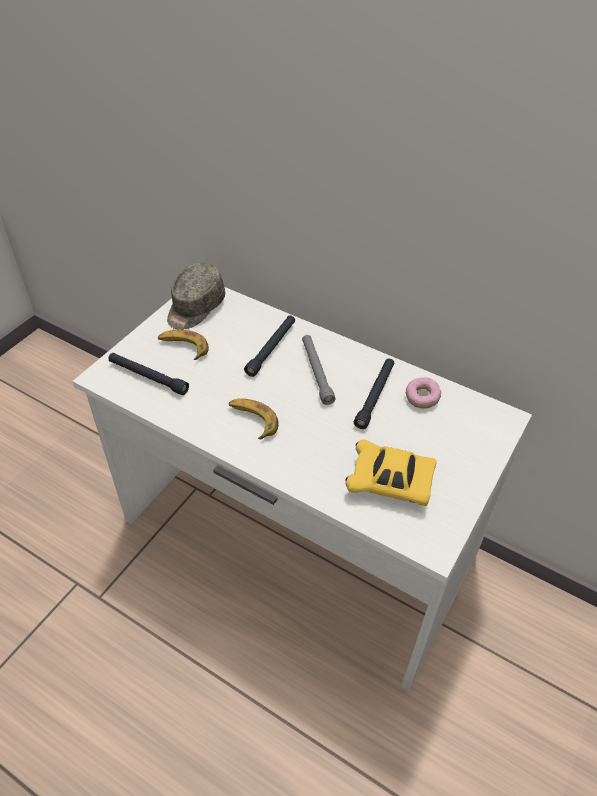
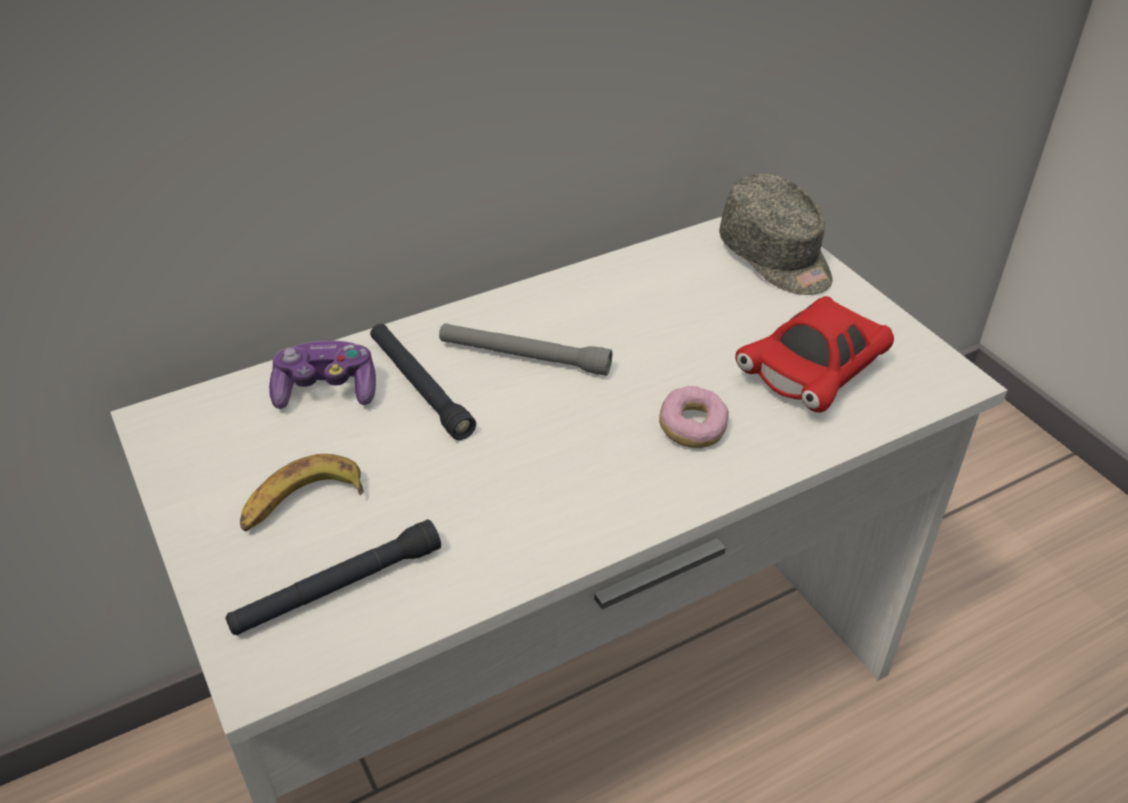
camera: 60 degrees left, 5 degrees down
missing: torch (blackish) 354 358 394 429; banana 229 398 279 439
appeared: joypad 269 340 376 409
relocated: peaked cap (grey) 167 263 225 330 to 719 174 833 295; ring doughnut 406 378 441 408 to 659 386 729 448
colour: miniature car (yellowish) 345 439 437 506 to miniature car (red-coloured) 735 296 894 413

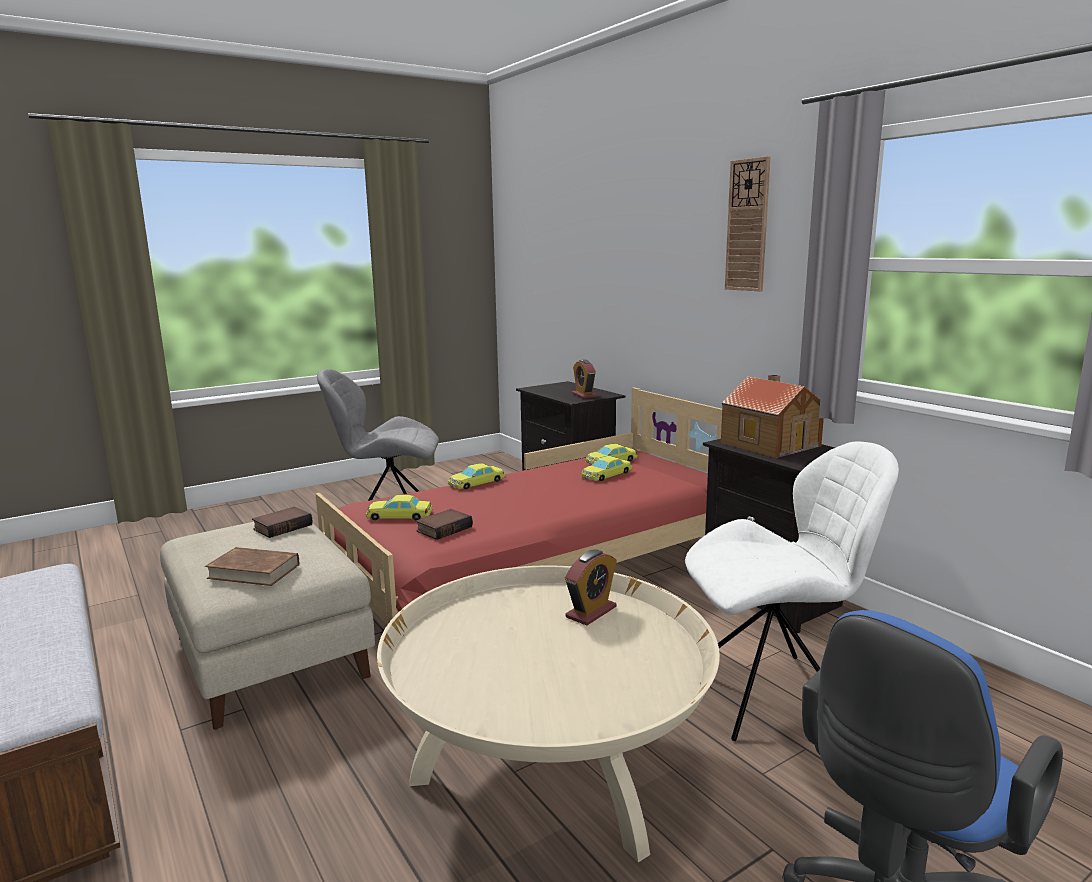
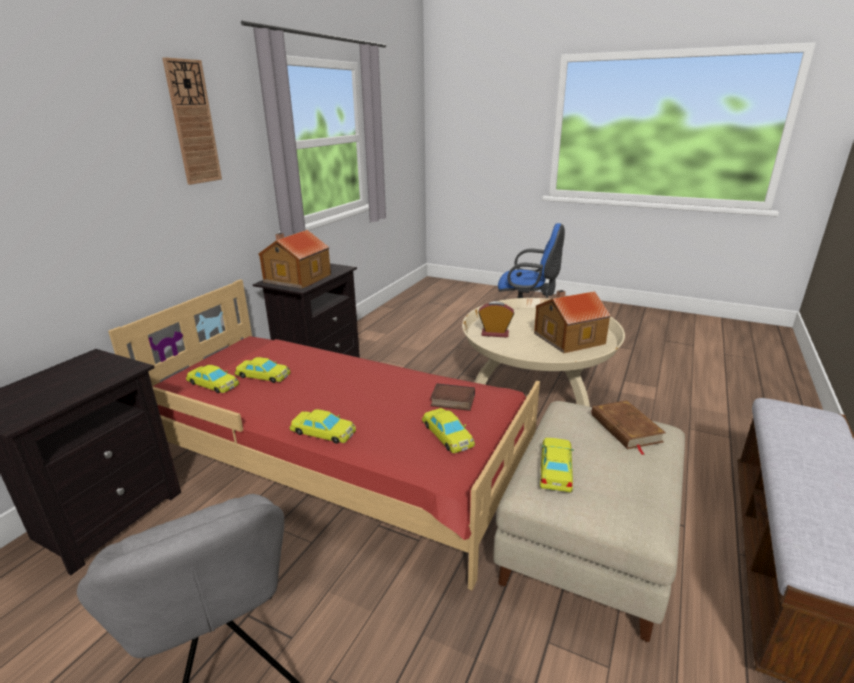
camera: 120 degrees left, 10 degrees up
missing: table clock 572 359 597 399; plain chair (white-coloured) 685 441 899 741
appeared: miniature house 534 290 611 353
exchanged: volume 252 506 313 538 to miniature car (yellowish) 540 438 574 492

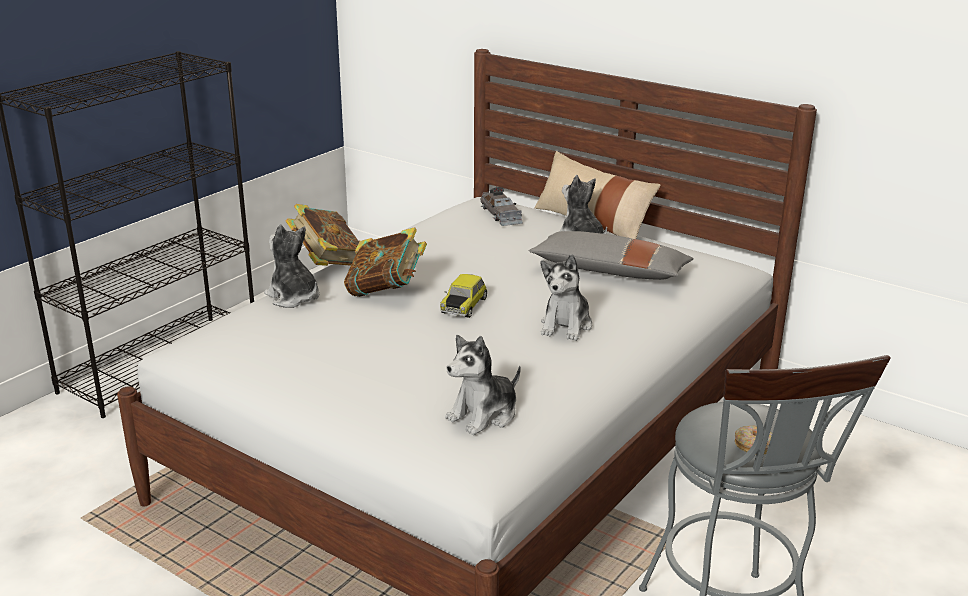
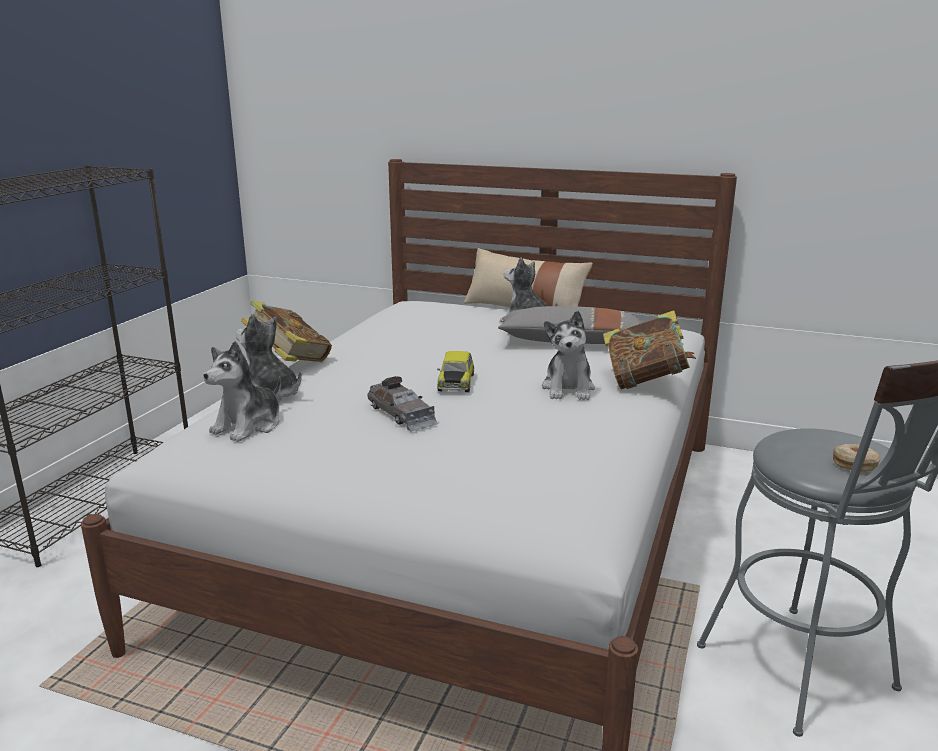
camera: 15 degrees left, 5 degrees down
relocated: miniature car (grey) 481 187 523 226 to 367 376 438 432; volume 344 227 427 297 to 603 310 696 389; plush toy 445 335 521 435 to 203 341 281 442

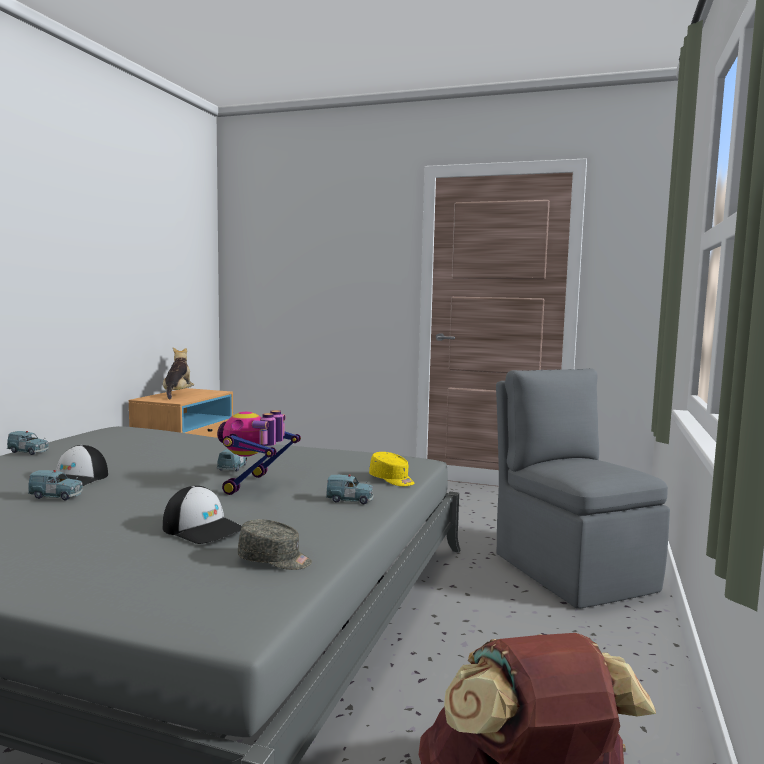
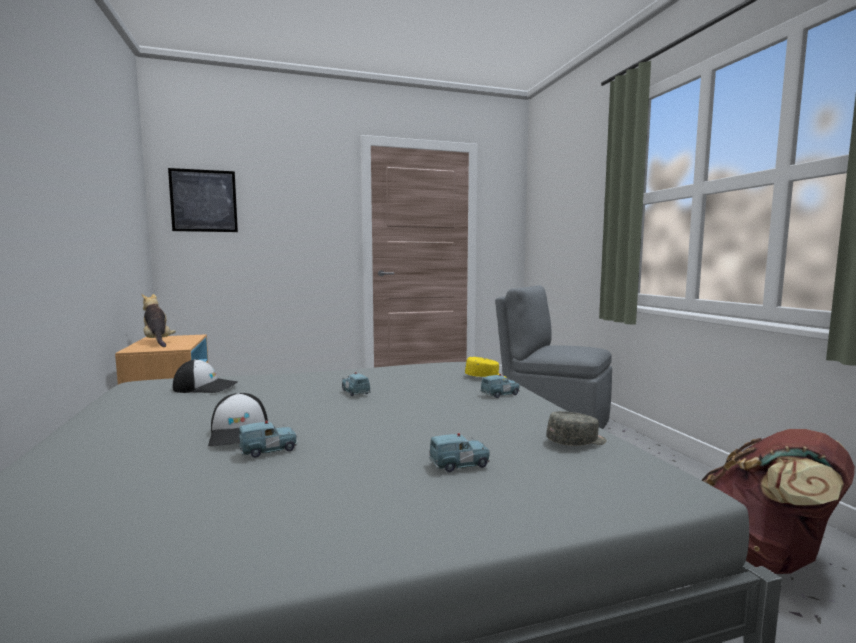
camera: 35 degrees left, 0 degrees up
missing: robot figure 217 410 301 495
appeared: wall picture 168 168 238 232
relocated: miniature car (blue) 7 431 49 455 to 429 433 490 472; peaked cap 163 486 242 544 to 173 359 238 393

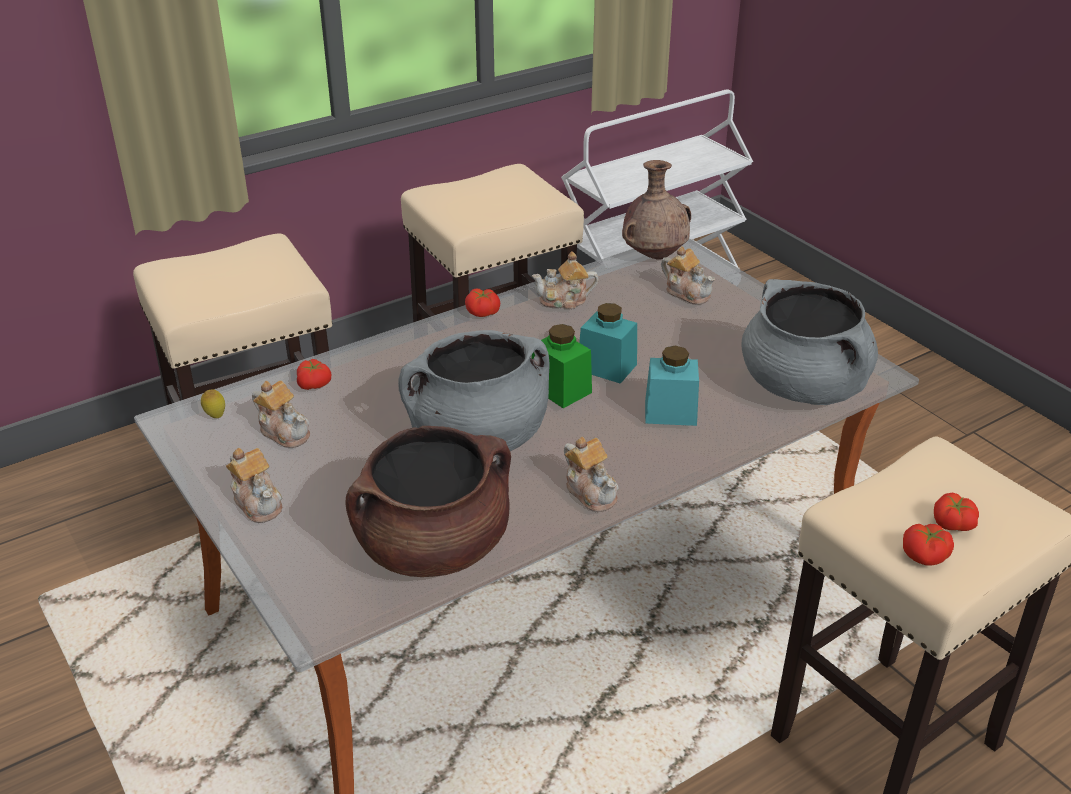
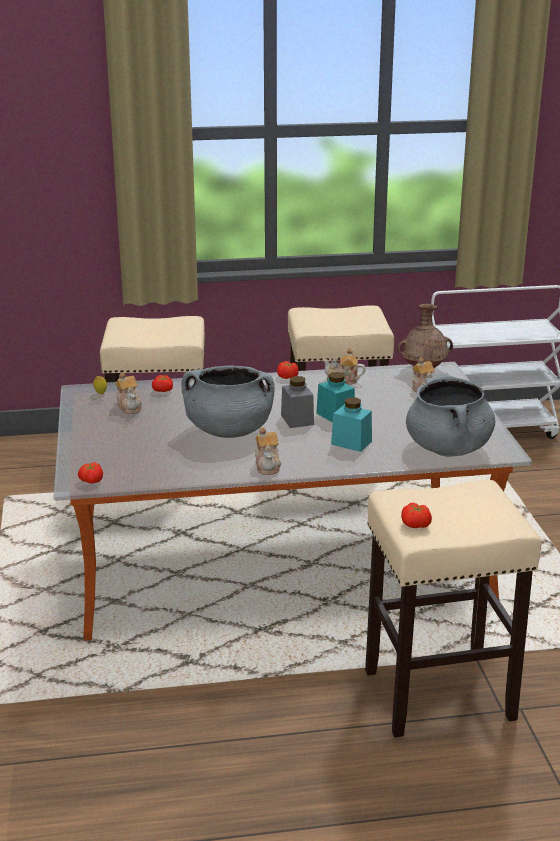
camera: 25 degrees right, 10 degrees down
missing: stockpot (brown) 345 426 511 577; pot for tea 226 448 282 523
relocated: fresh tomato 934 493 979 531 to 78 462 103 484
colour: jar (green) 532 324 592 408 to jar (grey) 281 376 314 428

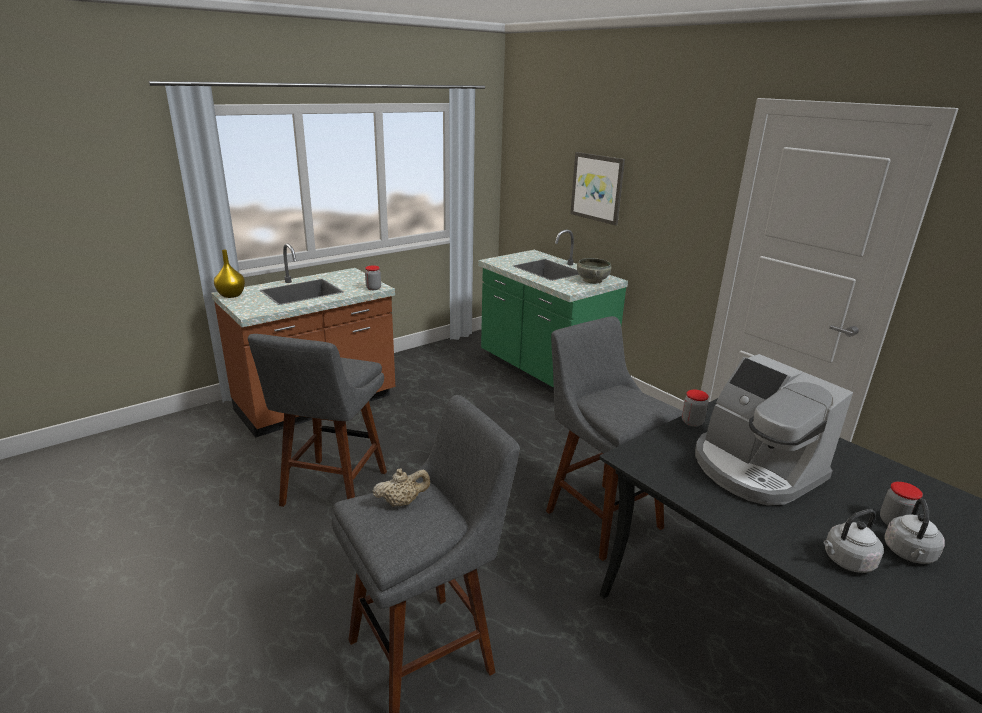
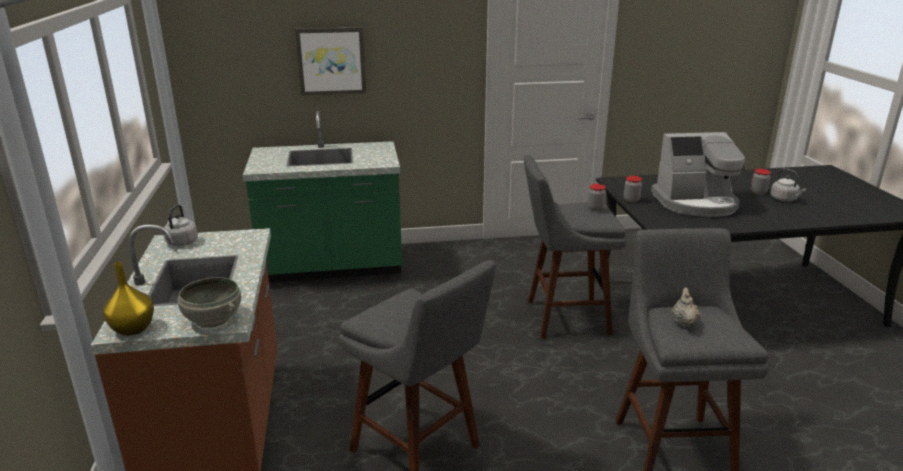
camera: 60 degrees left, 0 degrees up
relocated: serving bowl (grey) 577 258 611 284 to 178 277 241 328; jar 365 266 381 290 to 588 184 606 211; water kettle (grey) 823 509 884 573 to 162 204 198 246

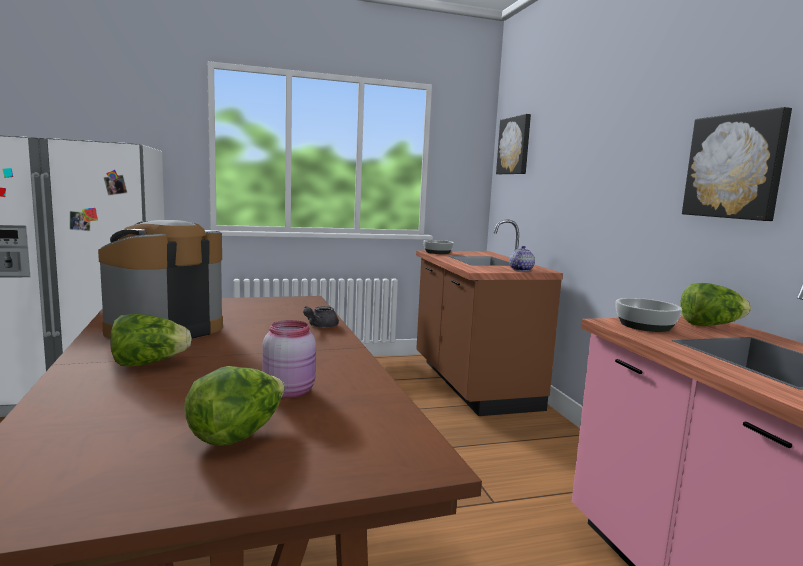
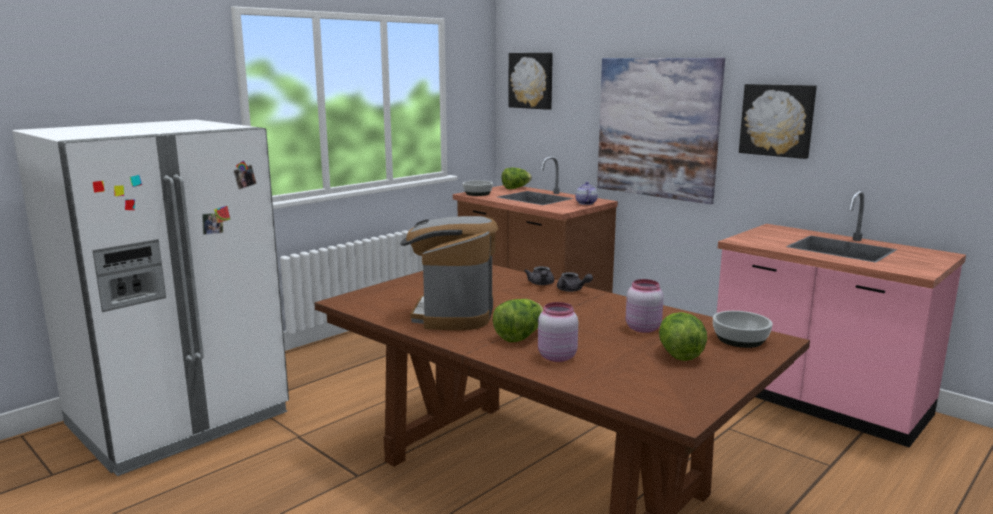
camera: 30 degrees left, 5 degrees up
appeared: wall picture 597 58 725 204; pot for tea (grey) 557 272 593 292; jar (pink-coloured) 538 302 578 362
relocated: lettuce head 681 283 751 326 to 501 167 532 189; serving bowl 616 298 682 332 to 713 311 773 348

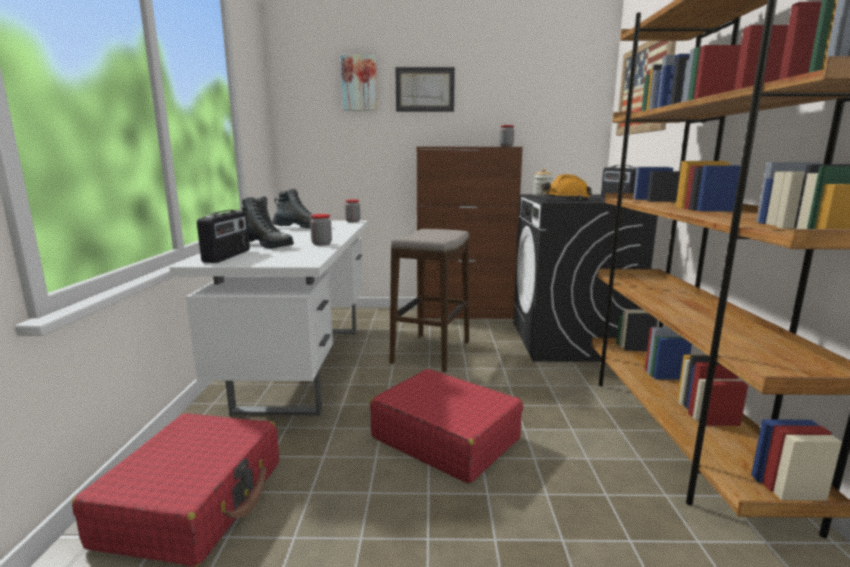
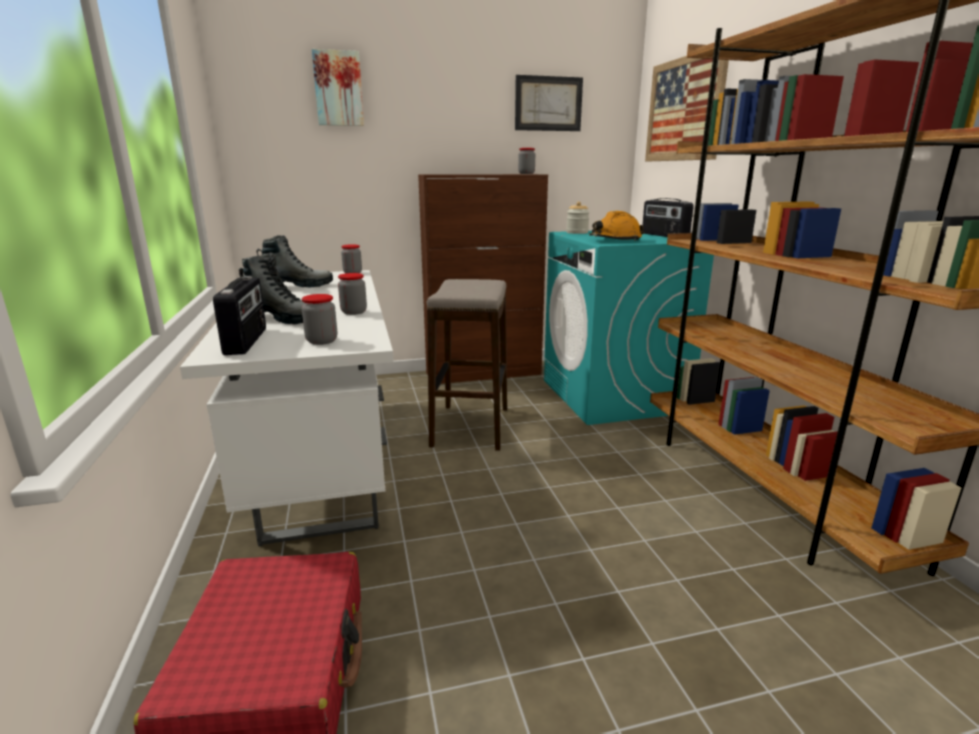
camera: 15 degrees left, 5 degrees up
missing: suitcase (red-coloured) 370 369 523 483
appeared: jar 302 294 337 345
relocated: wall picture 395 67 455 112 to 515 75 583 131
colour: washing machine (blackish) 513 194 658 362 to washing machine (turquoise) 544 231 714 425

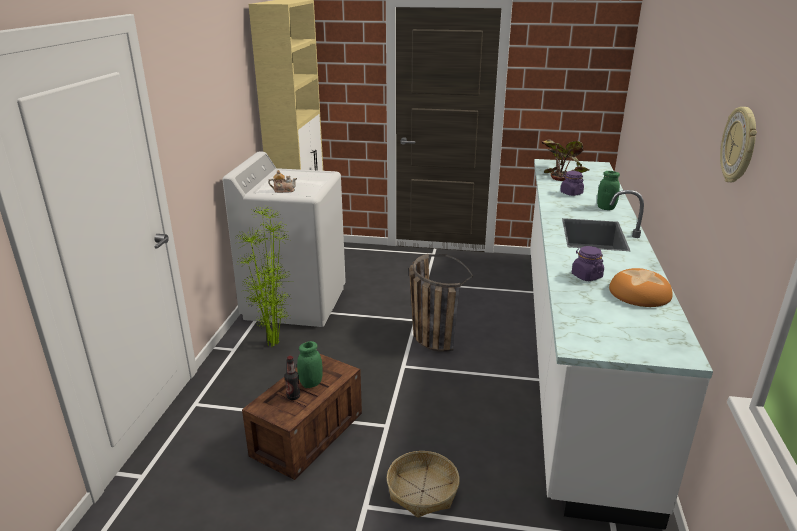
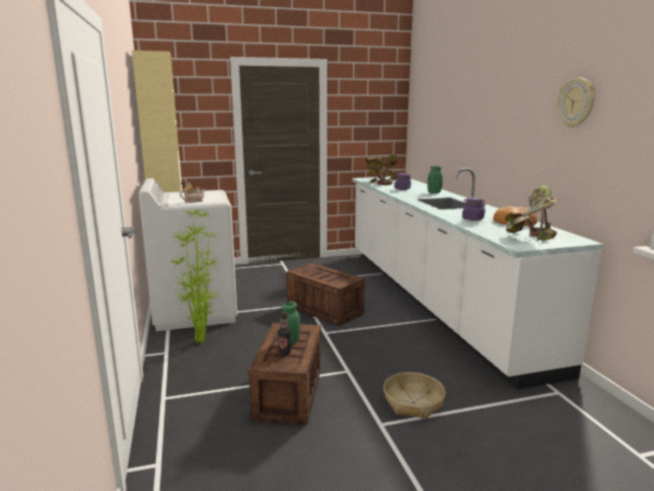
camera: 25 degrees left, 10 degrees down
appeared: potted plant 505 185 559 241
exchanged: basket 409 254 473 352 to packing crate 287 263 365 326

